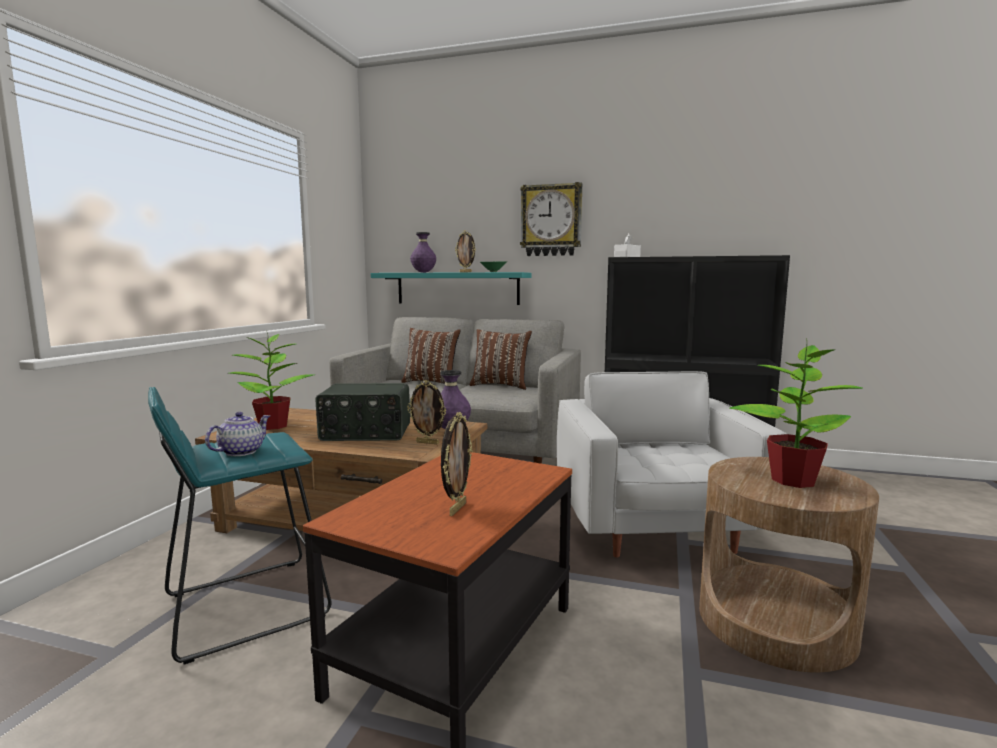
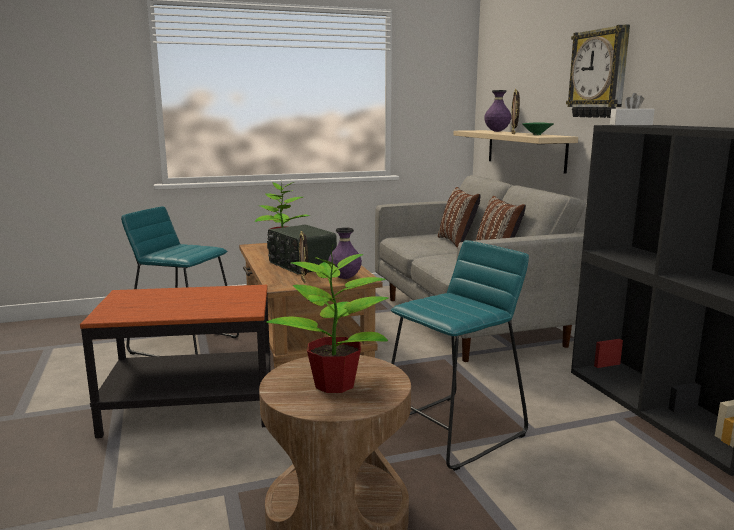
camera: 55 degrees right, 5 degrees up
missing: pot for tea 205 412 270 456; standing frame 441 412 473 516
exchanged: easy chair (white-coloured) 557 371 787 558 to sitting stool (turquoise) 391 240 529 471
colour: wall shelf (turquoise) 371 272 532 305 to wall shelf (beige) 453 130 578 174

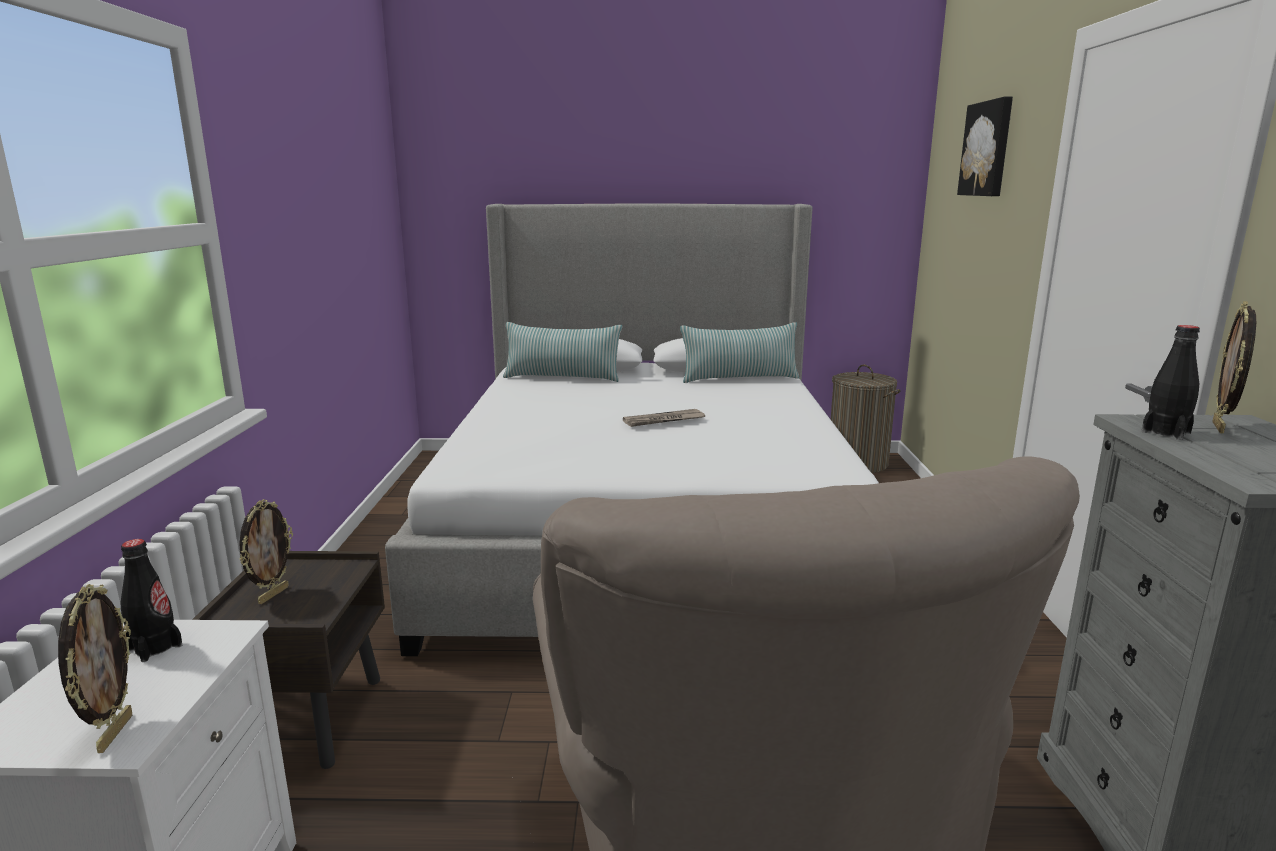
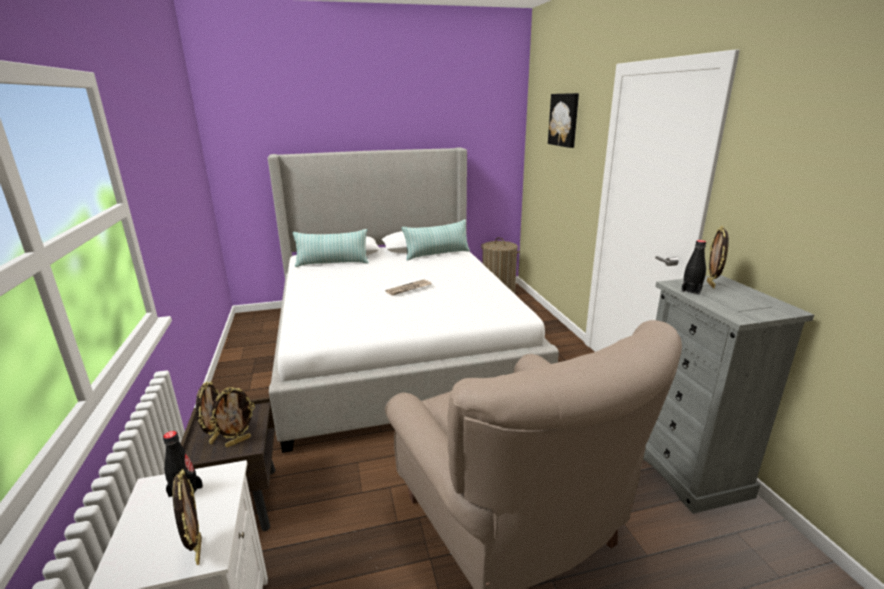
camera: 15 degrees left, 5 degrees up
appeared: standing frame 210 387 255 448

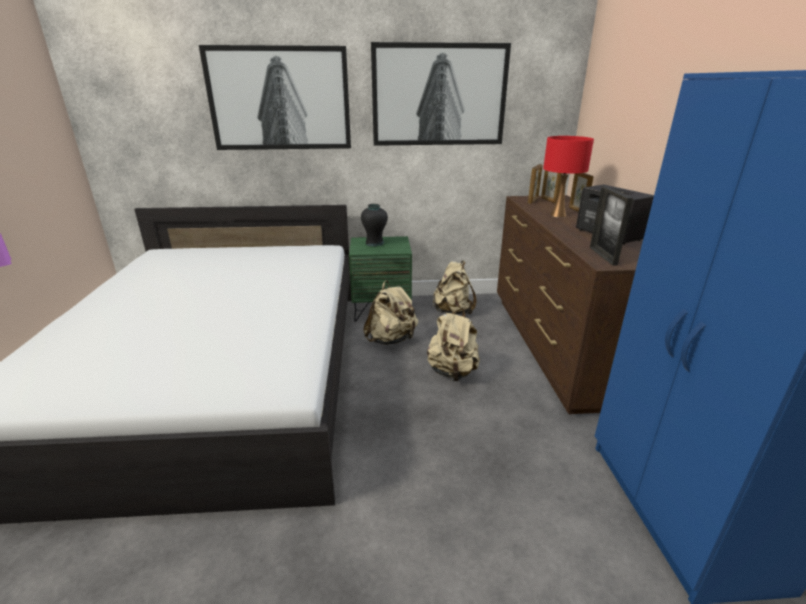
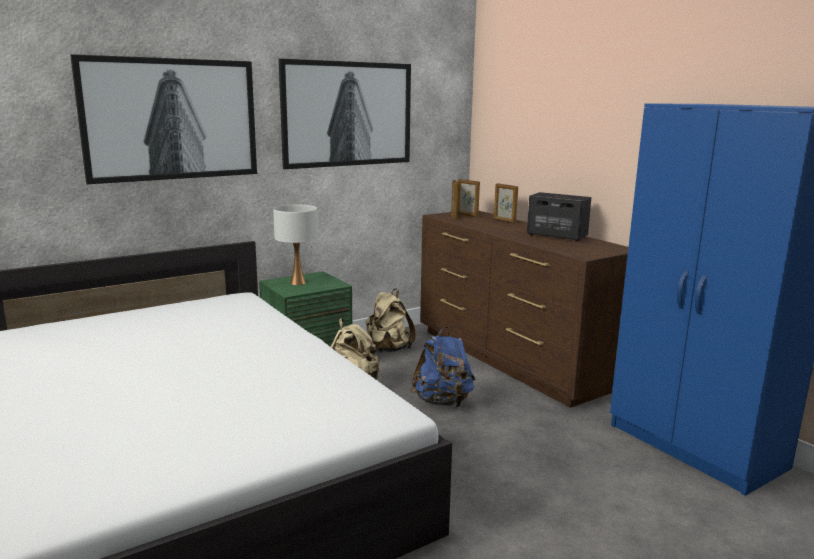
camera: 30 degrees left, 10 degrees down
missing: lamp for a table (red-coloured) 543 136 594 218; standing frame 590 186 633 266
exchanged: decorative vase (blackish) 361 204 388 247 to lamp for a table (white-coloured) 273 205 318 285
colour: knapsack (beige) 427 307 480 381 to knapsack (blue) 410 327 475 407

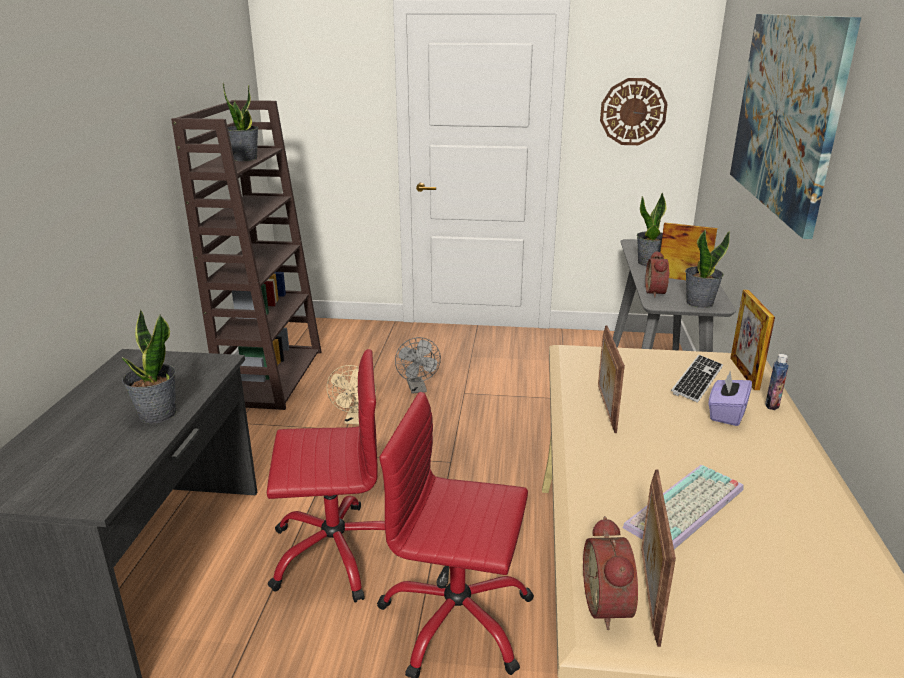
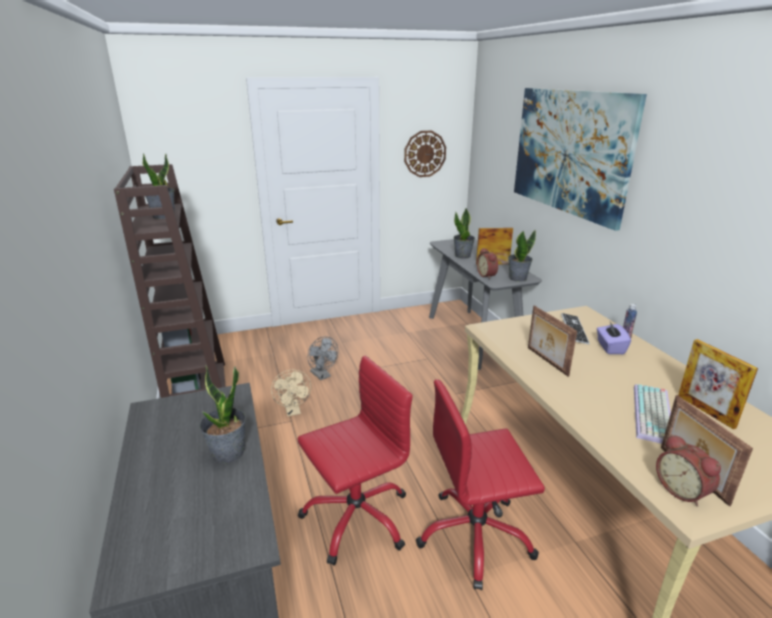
camera: 25 degrees left, 0 degrees up
relocated: standing frame 730 290 775 390 to 678 339 758 429

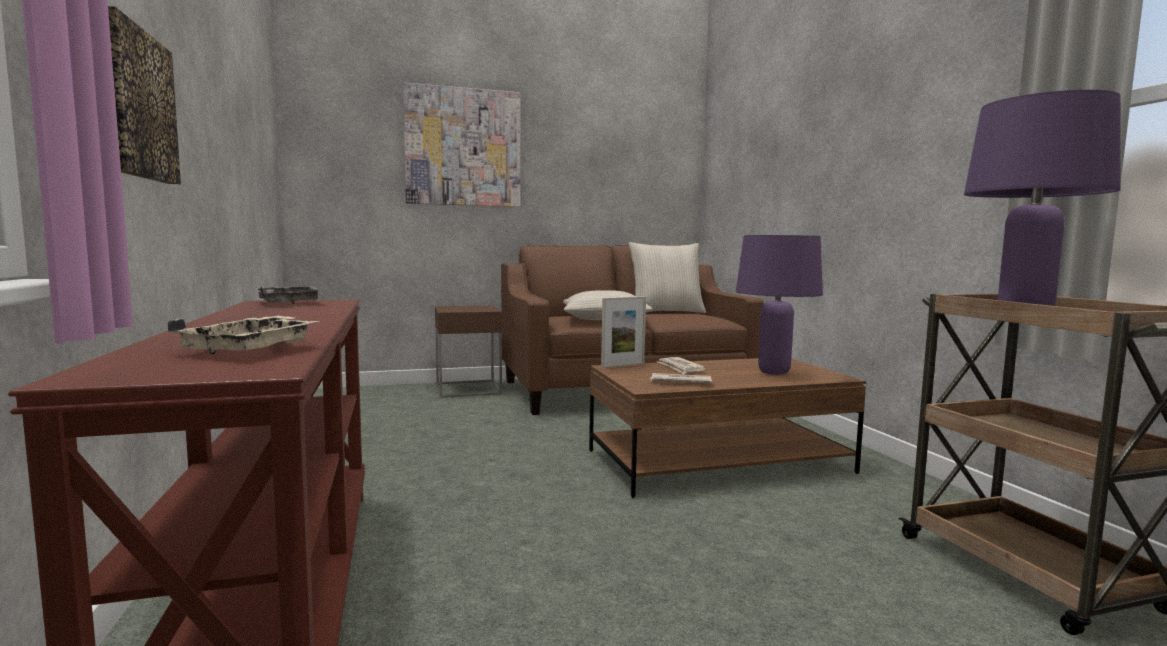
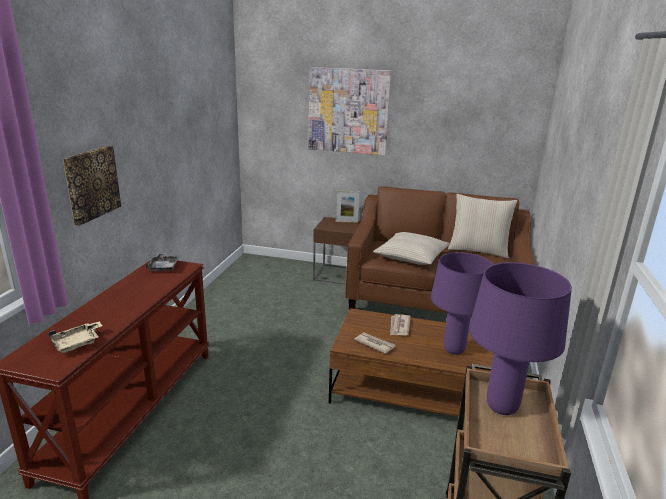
camera: 30 degrees right, 15 degrees up
relocated: standing frame 601 297 646 368 to 335 191 360 223

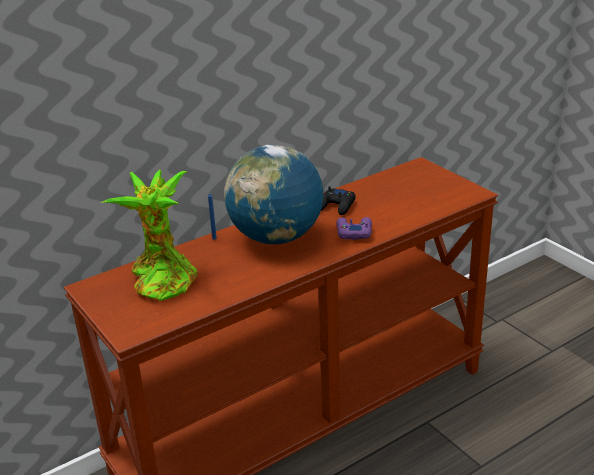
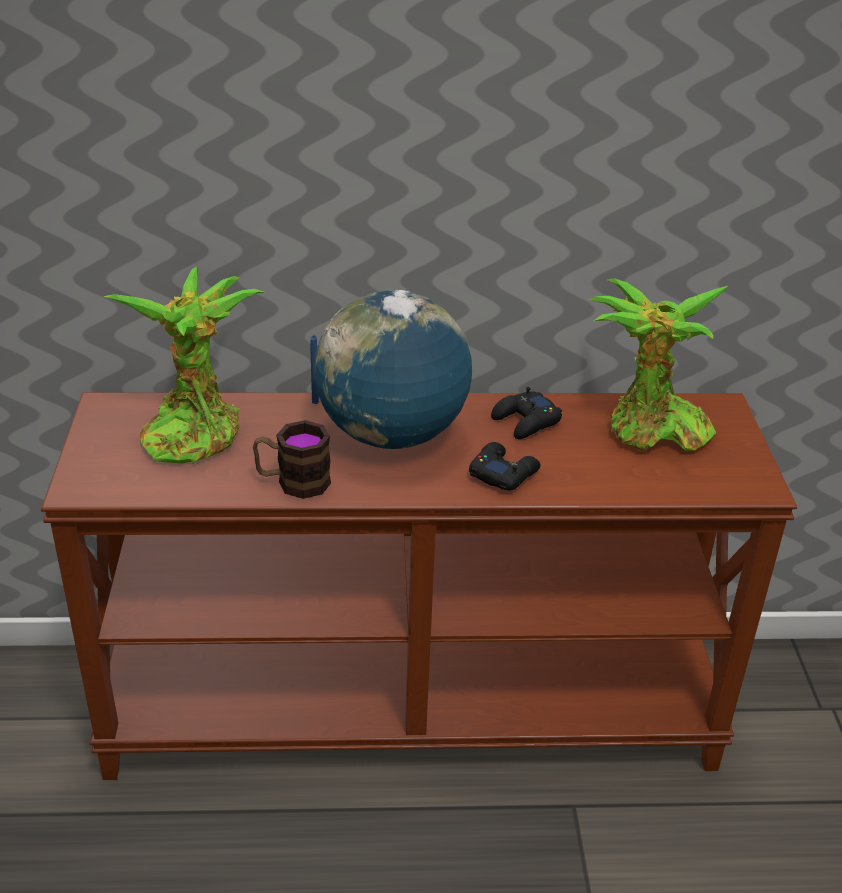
camera: 30 degrees right, 5 degrees up
appeared: potted plant 588 278 728 452; coffee mug 253 420 331 499
colour: joypad (purple-coloured) 336 217 372 240 to joypad (blackish) 469 442 541 491

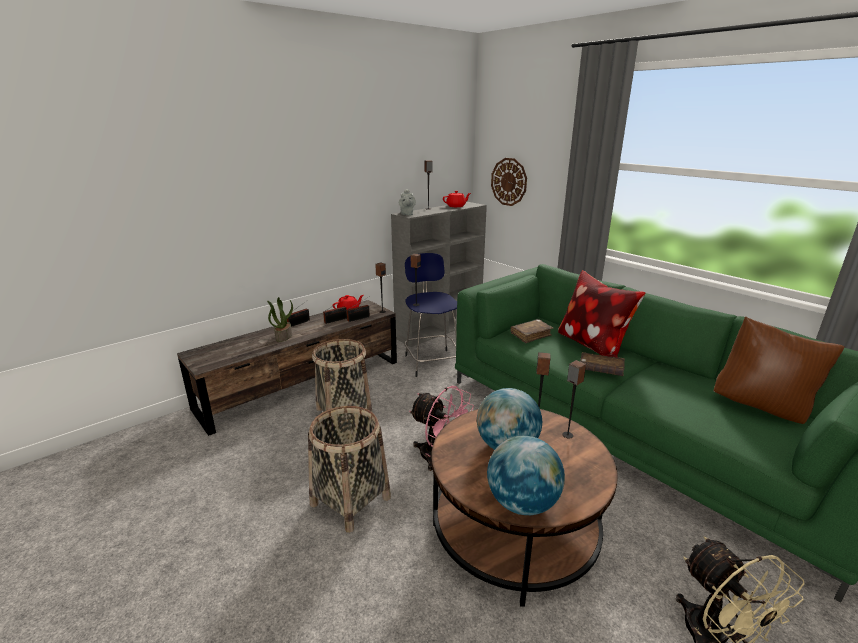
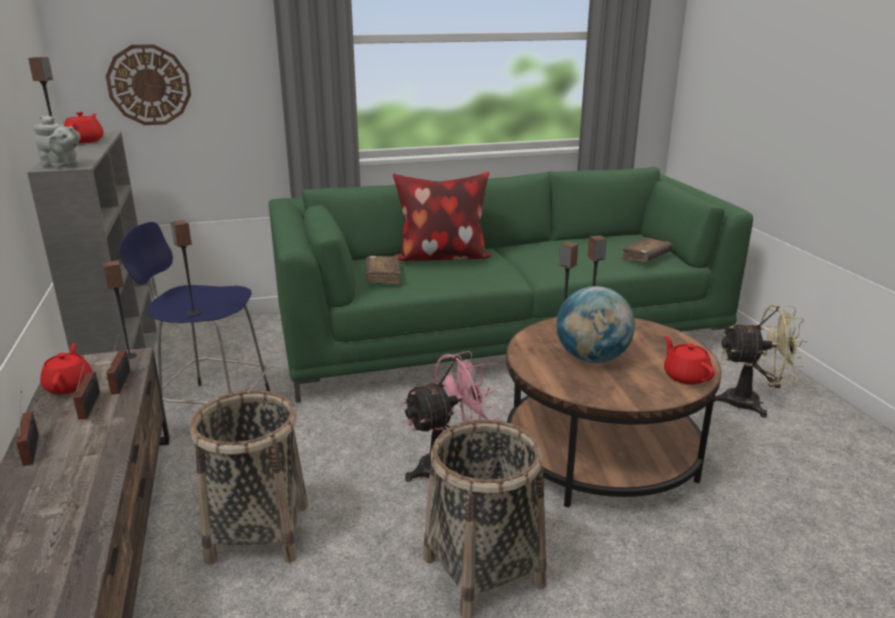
camera: 65 degrees left, 0 degrees up
missing: potted plant 267 297 293 342; pillow (brown) 714 316 845 424
relocated: volume (brown) 580 352 625 376 to 620 238 672 262
exchanged: desk globe 487 436 565 515 to pot for tea (red-coloured) 664 336 715 385

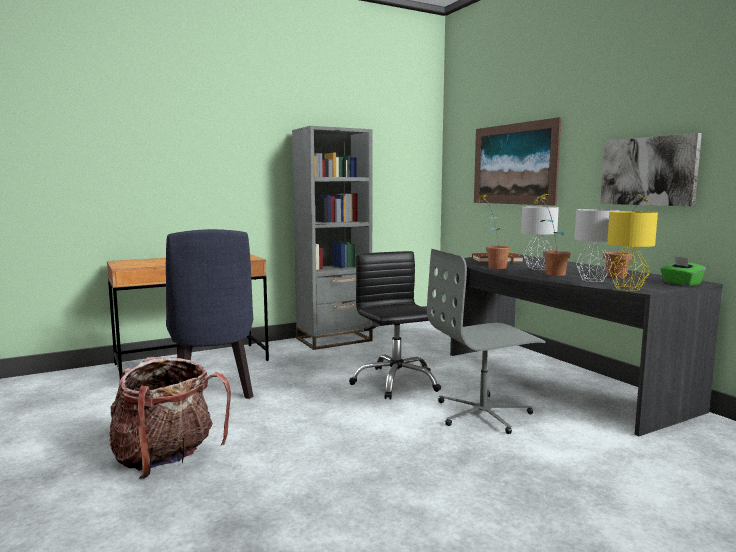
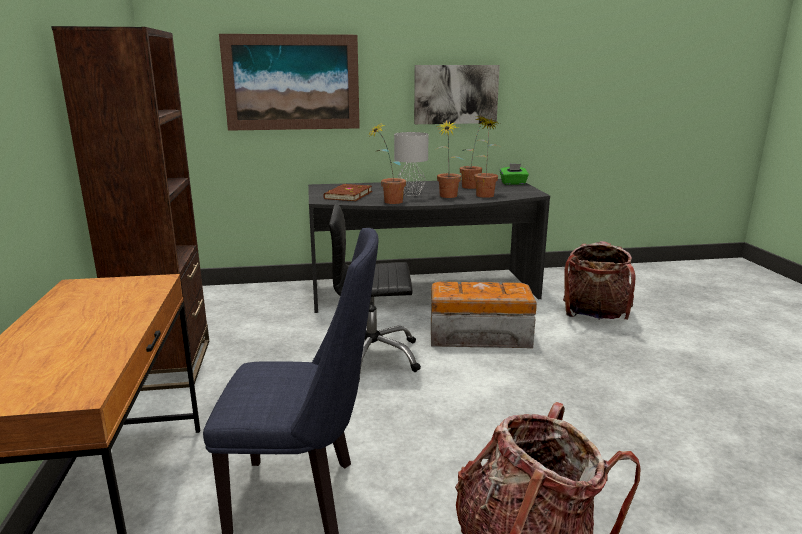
camera: 70 degrees left, 10 degrees up
missing: lamp for a table (yellowish) 607 211 658 291
appeared: knapsack 563 241 635 320
exchanged: lamp for a table (grey) 575 209 620 282 to potted plant 474 118 500 198; office chair (grey) 427 249 546 434 to storage box 431 282 537 348
colour: bookcase (grey) 292 126 373 350 to bookcase (brown) 51 26 209 391

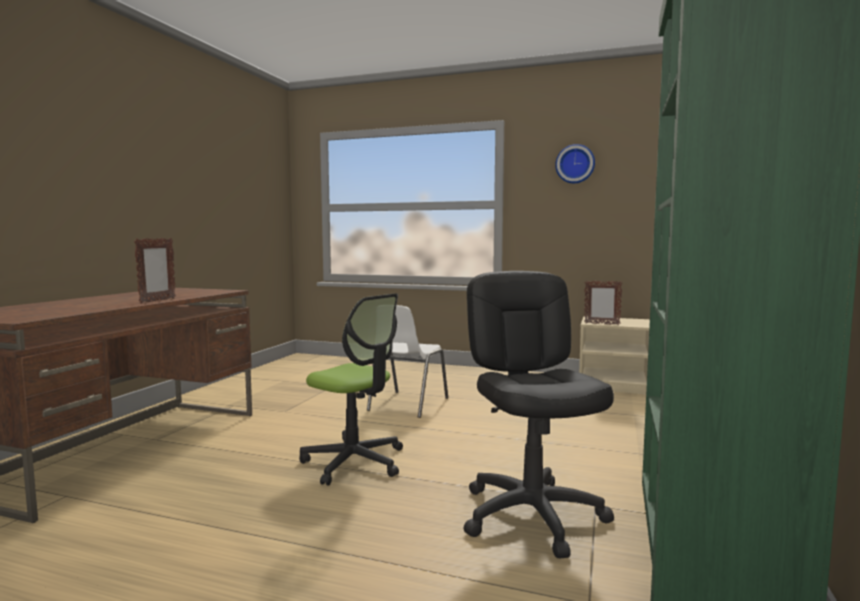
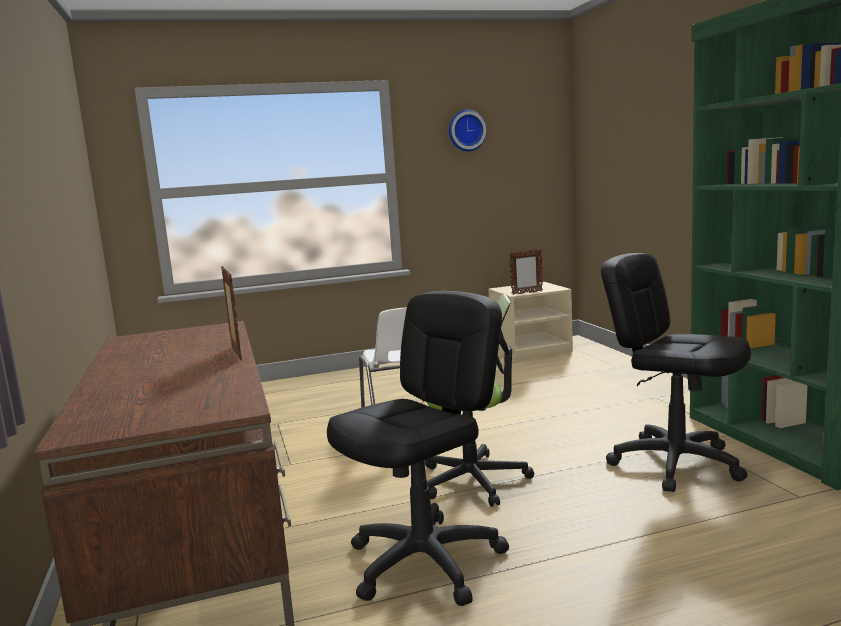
camera: 35 degrees left, 5 degrees up
appeared: office chair (blackish) 327 291 509 606

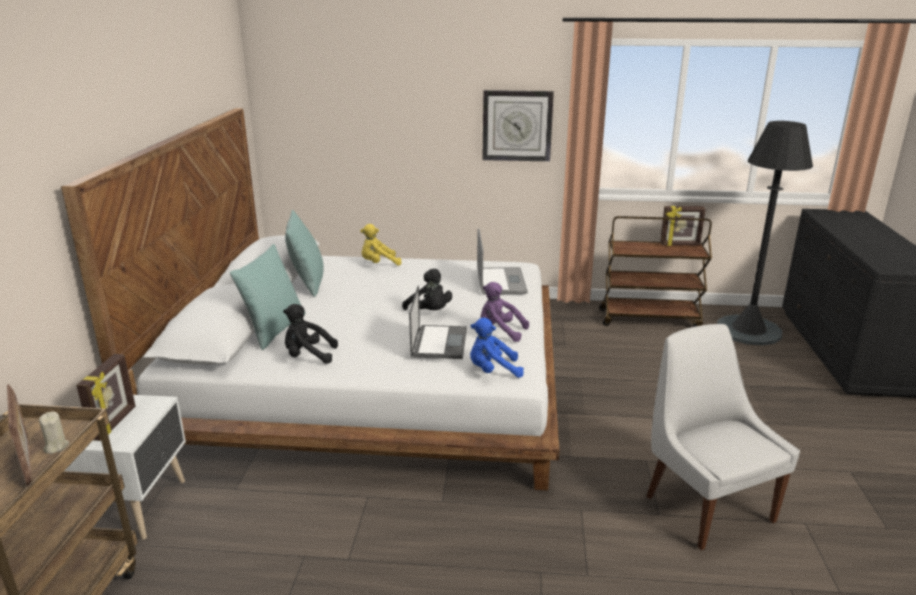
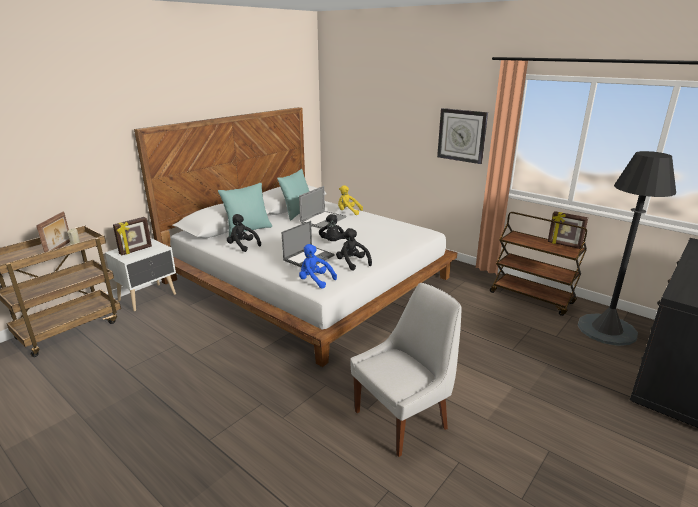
camera: 35 degrees right, 0 degrees up
relocated: portable computer 477 228 528 295 to 299 186 346 228
colour: plush toy (purple-coloured) 481 282 529 342 to plush toy (blackish) 336 228 372 271
spun: plain chair (white-coloured) 647 324 800 550 = 350 283 462 457 45 degrees clockwise

